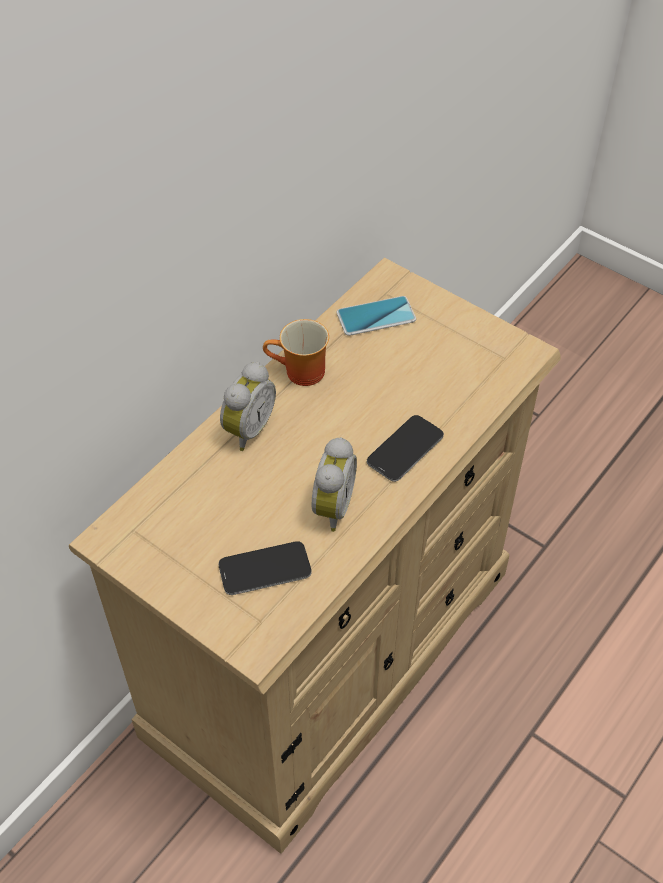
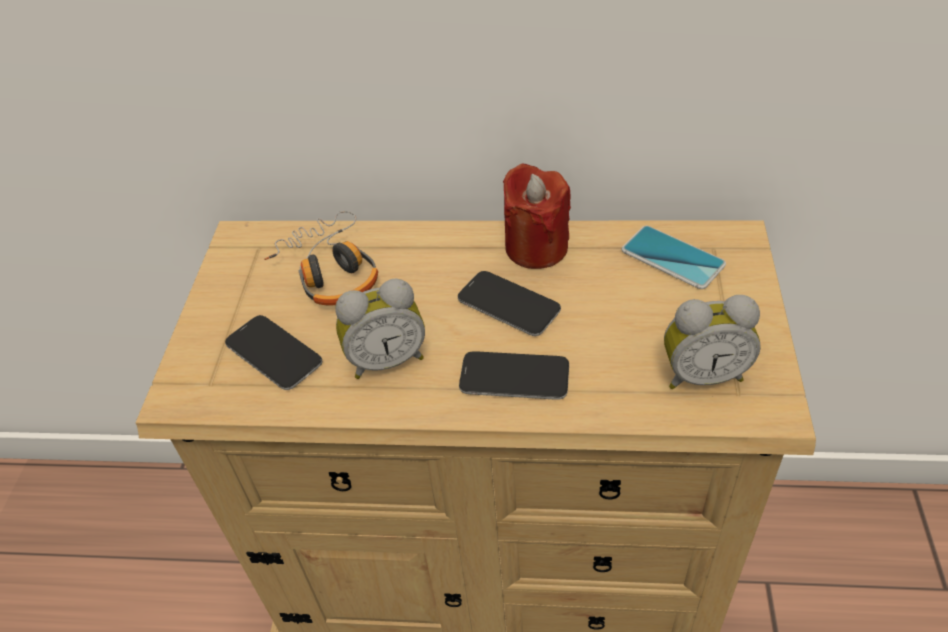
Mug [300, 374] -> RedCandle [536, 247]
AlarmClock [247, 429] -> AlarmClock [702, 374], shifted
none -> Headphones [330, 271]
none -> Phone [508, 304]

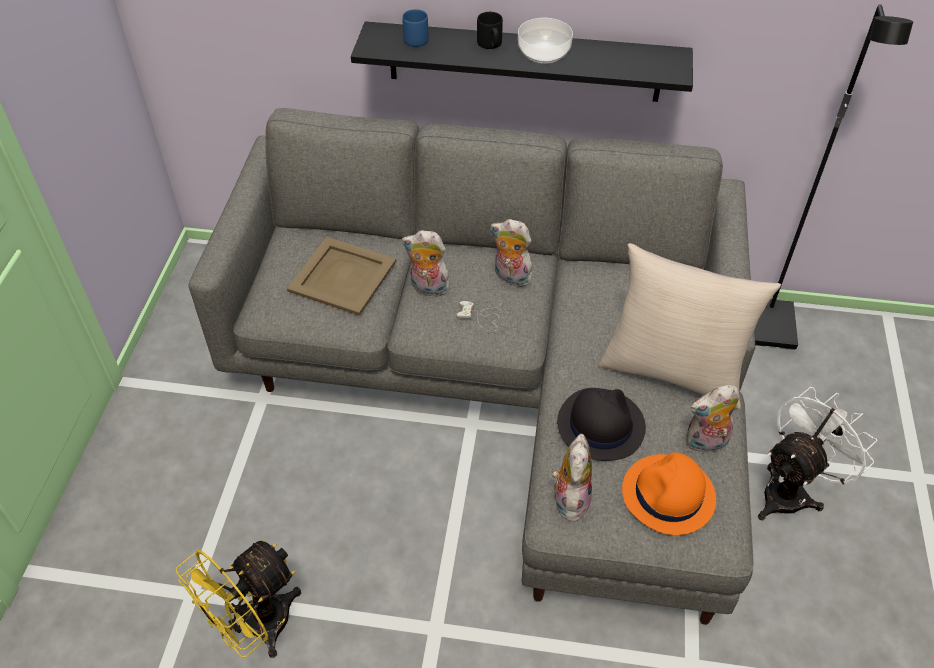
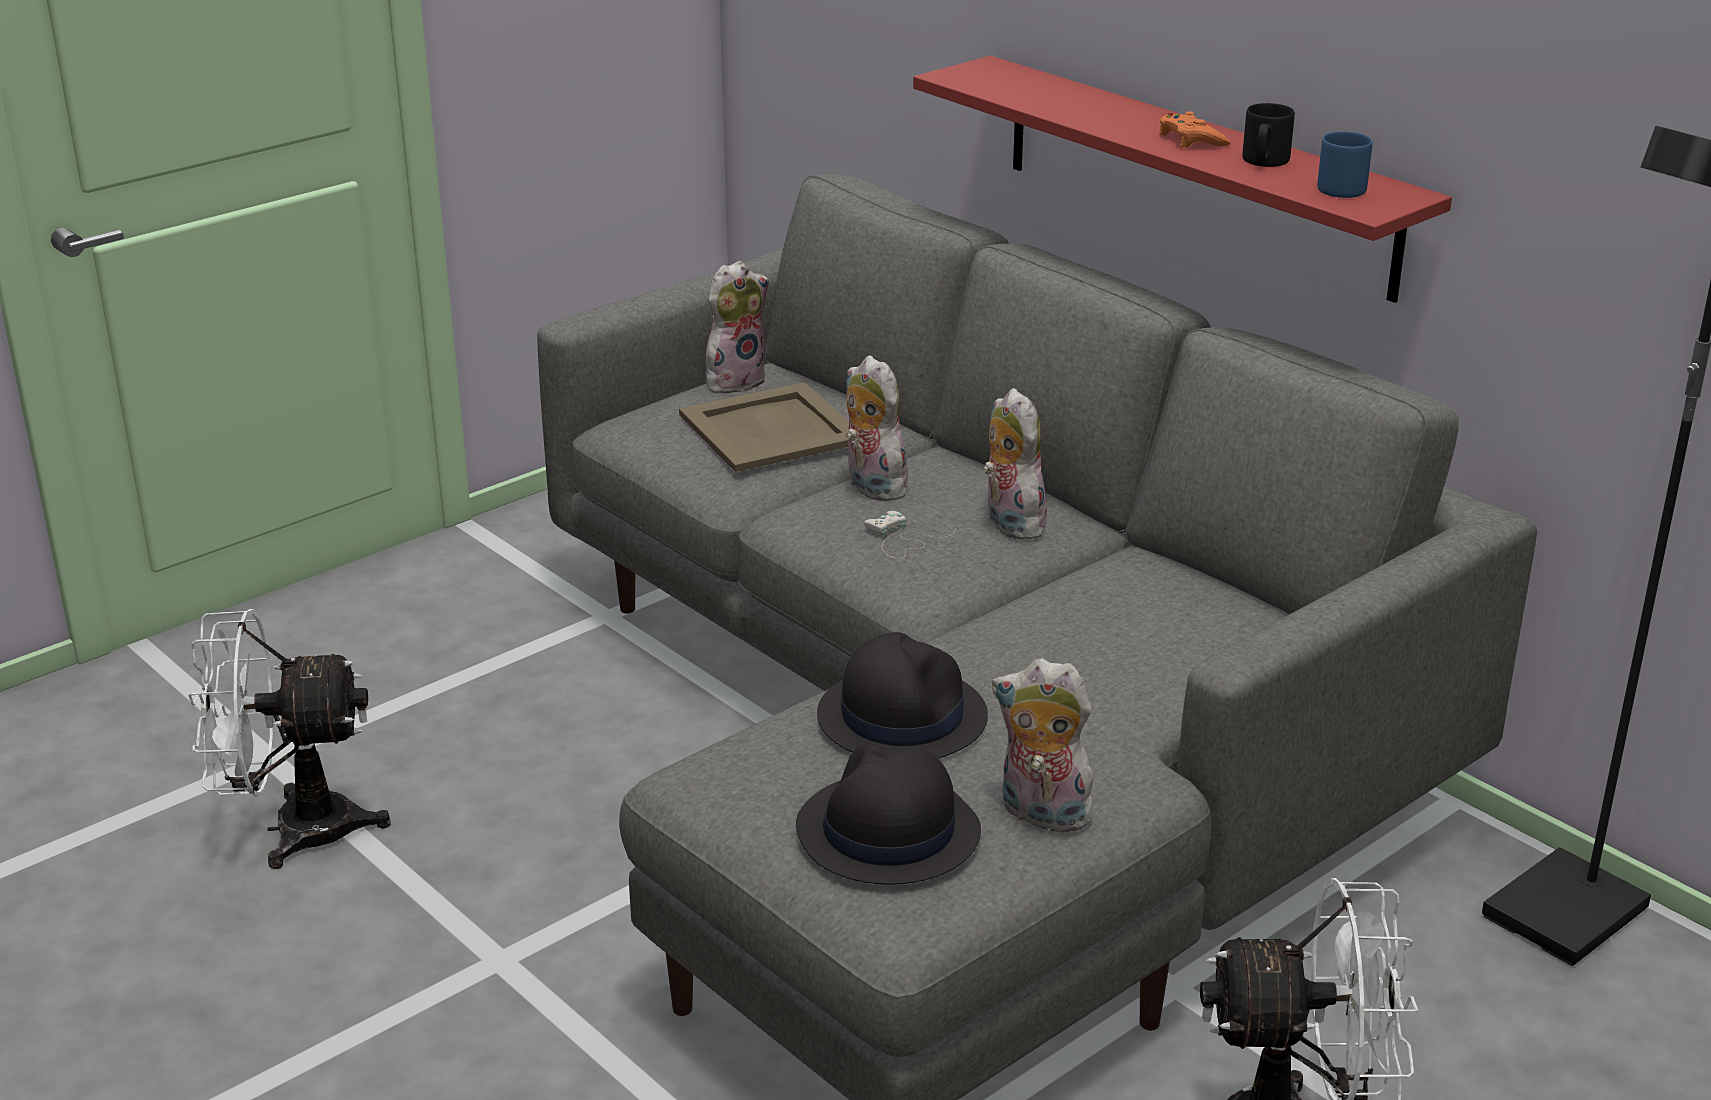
BlueMug [414, 38] -> BlueMug [1342, 188], shifted
BlackMug [490, 44] -> BlackMug [1264, 162], shifted
Bowl [543, 53] -> OrangeGameController [1191, 139]
BlackShelf [524, 62] -> RedShelf [1196, 175]
BeigePillow [673, 370] -> none
PlushToy [569, 498] -> PlushToy [735, 381], shifted
OrangeHat [668, 495] -> BlackHat [887, 832]
YellowFan [256, 628] -> WhiteFan [293, 829]

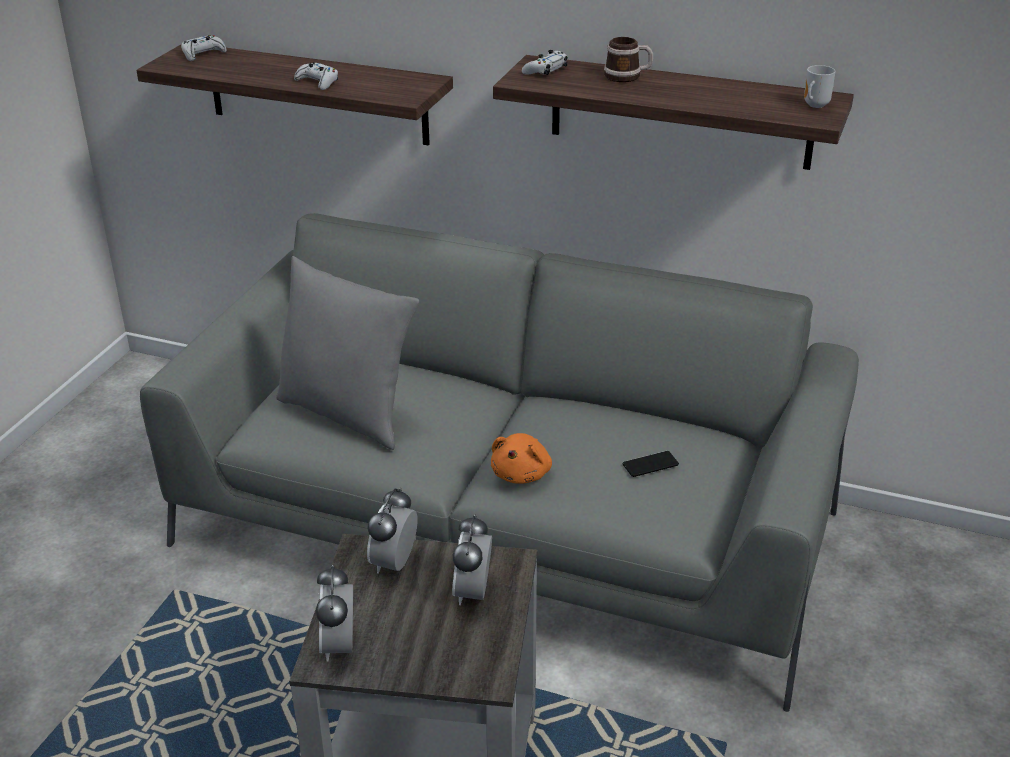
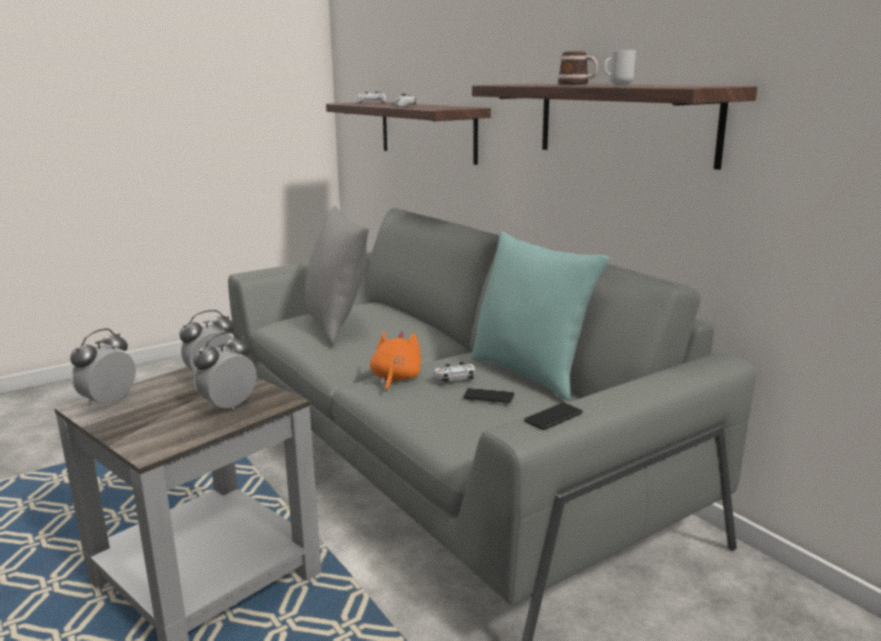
WhiteGameController [545, 70] -> WhiteGameController [454, 378], shifted
Mug [814, 105] -> Mug [618, 85], shifted
OrangePlushToy [522, 474] -> OrangePlushToy [395, 379], 135 degrees clockwise
none -> TurquoisePillow [530, 373]
none -> Phone [553, 417]

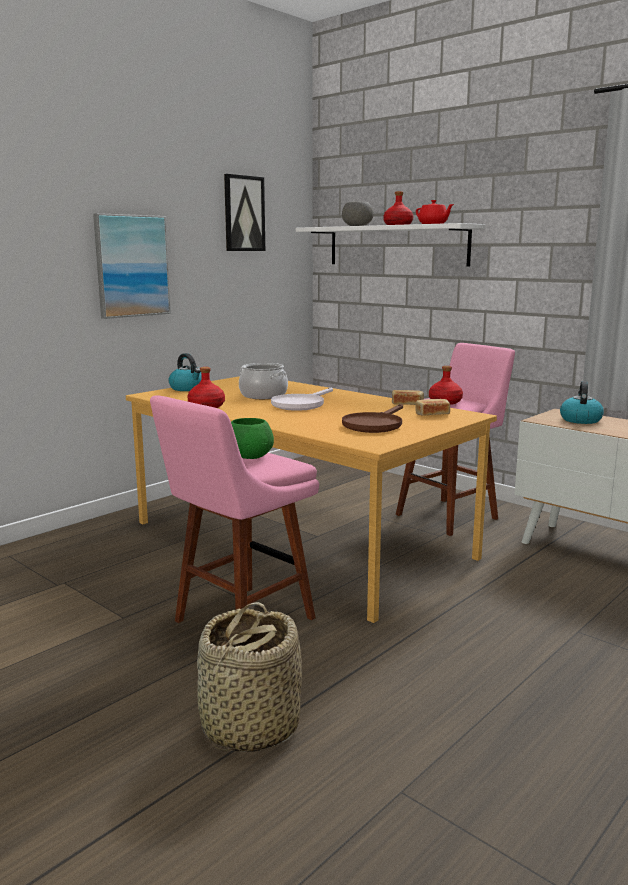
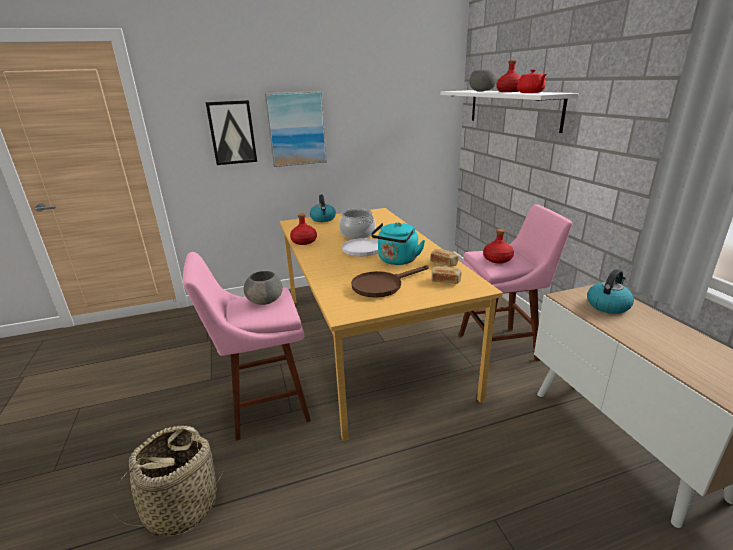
Picture [244, 213] -> Picture [232, 133], shifted
GreenBowl [249, 456] -> GreyBowl [265, 300]
none -> TurquoiseKettle [397, 261]

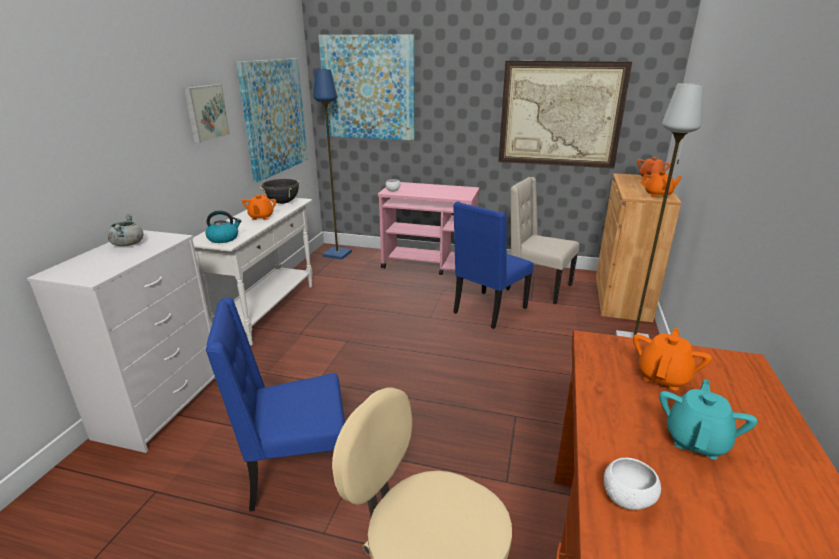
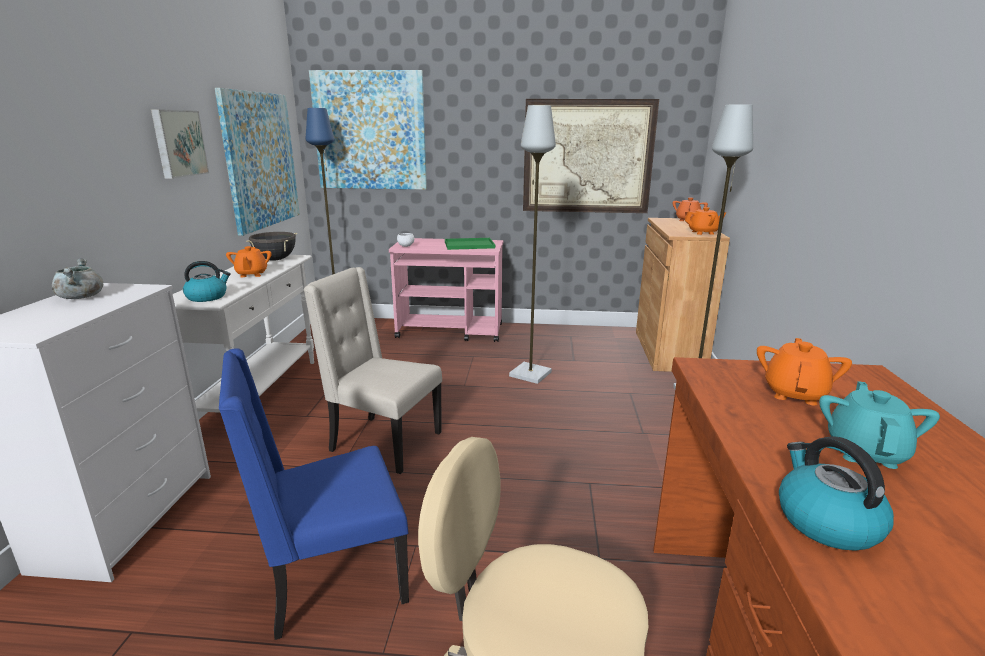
BeigeChair [537, 287] -> BeigeChair [383, 442], shifted
BlueChair [488, 311] -> GreyFloorLamp [529, 374]
WhiteBowl [627, 499] -> Kettle [825, 521]
none -> GreenTray [470, 245]

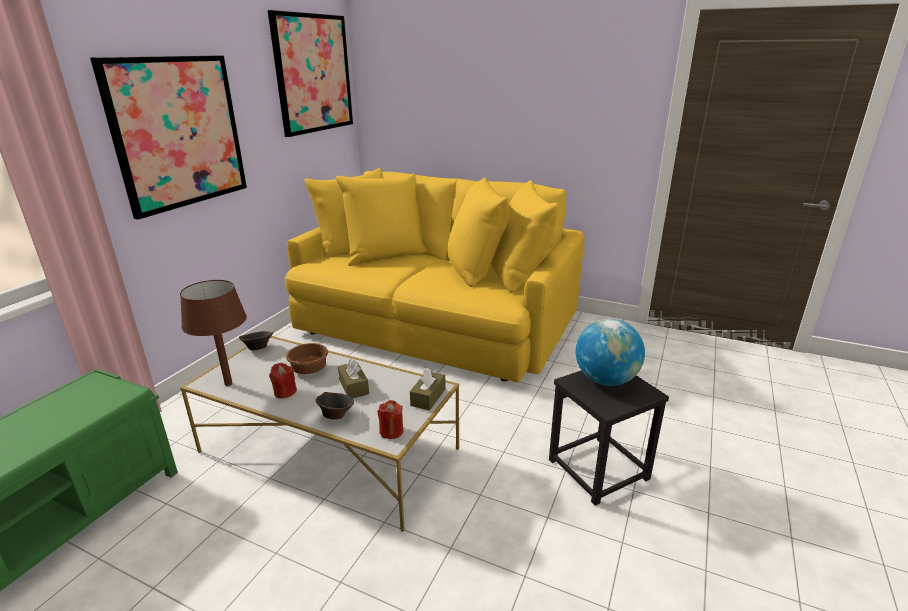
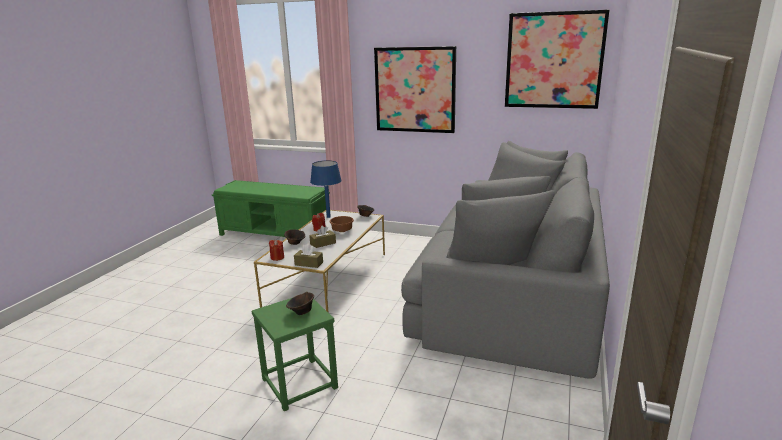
YellowSofa [436, 322] -> GreySofa [510, 296]
BrownTableLamp [228, 384] -> BlueTableLamp [328, 217]
Globe [605, 380] -> BrownBowl [301, 312]
BlackStool [598, 470] -> GreenStool [299, 383]

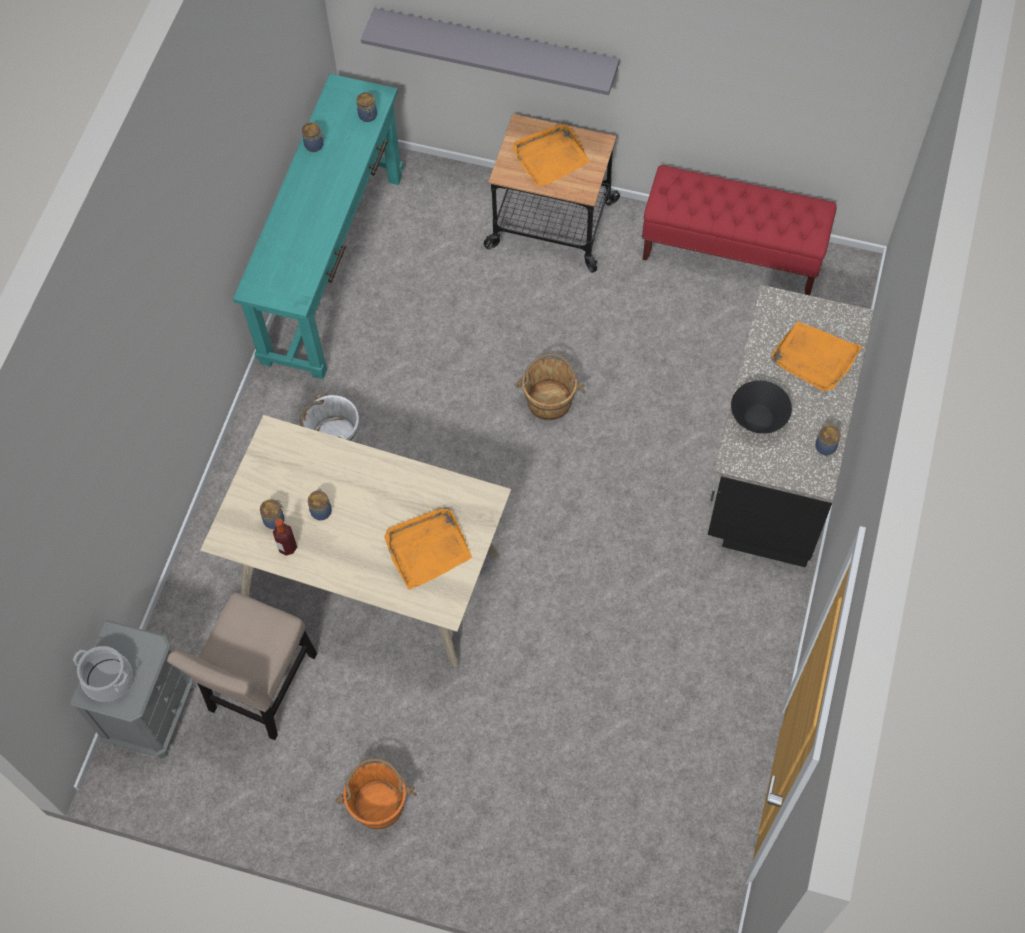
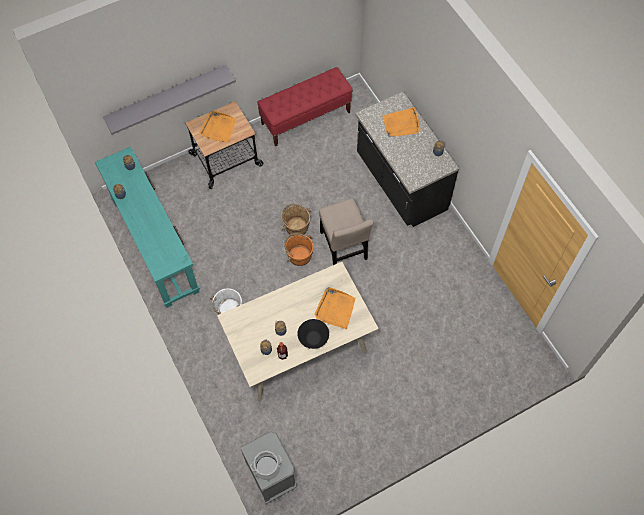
BlackBowl [758, 419] -> BlackBowl [313, 338], shifted
BeigeChair [261, 689] -> BeigeChair [344, 248], shifted
OrangeBucket [378, 803] -> OrangeBucket [299, 255], shifted

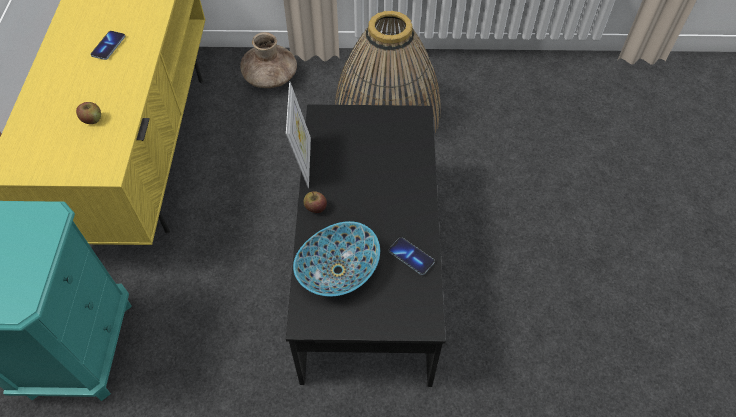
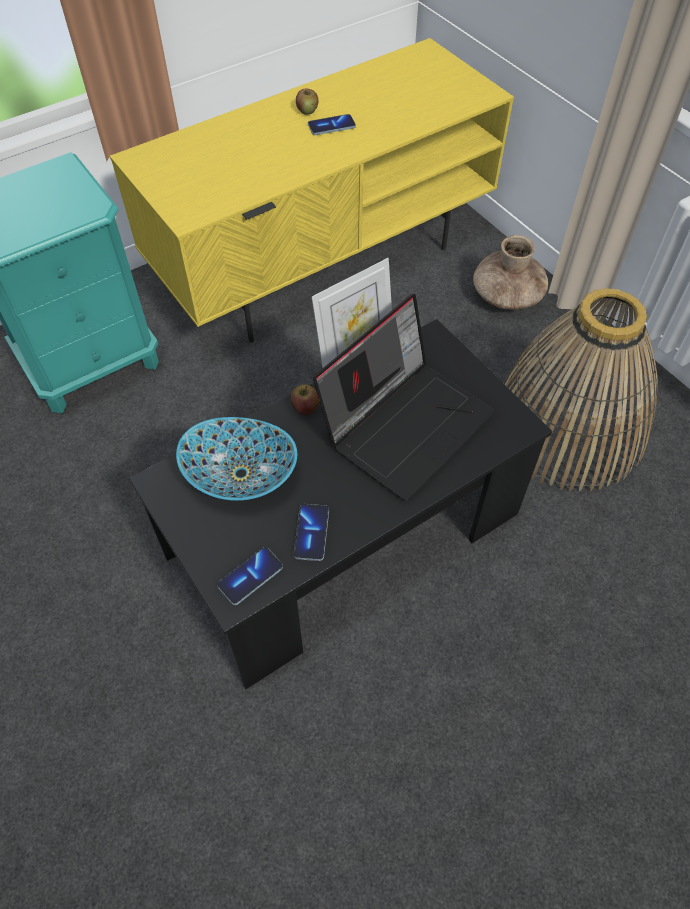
Apple [92, 119] -> Apple [307, 111], shifted
none -> Laptop [406, 422]
none -> Phone [250, 576]

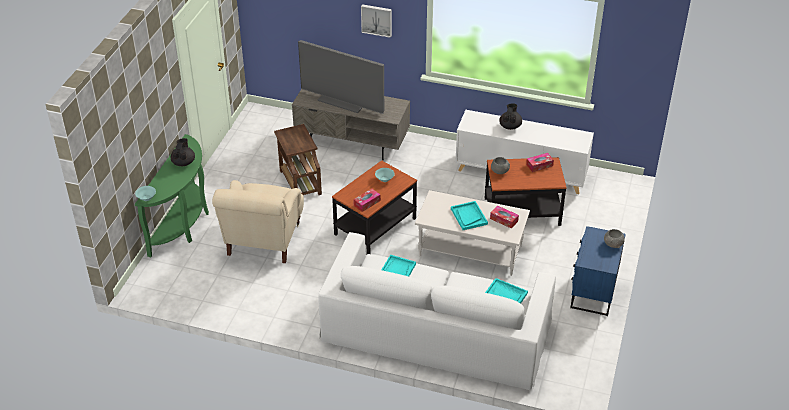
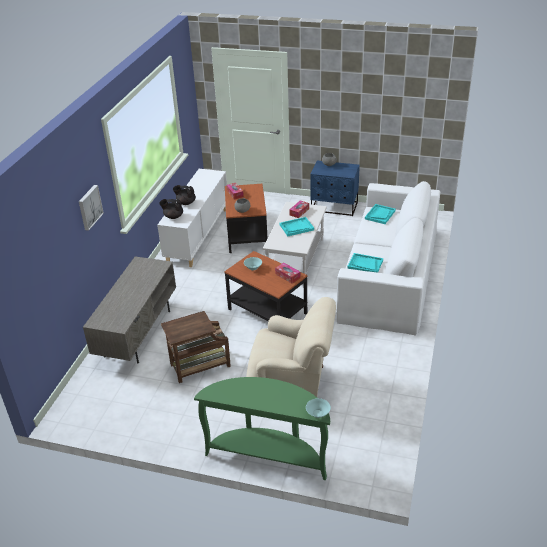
Television [343, 101] -> none
BlackTeapot [183, 162] -> BlackTeapot [173, 216], shifted

